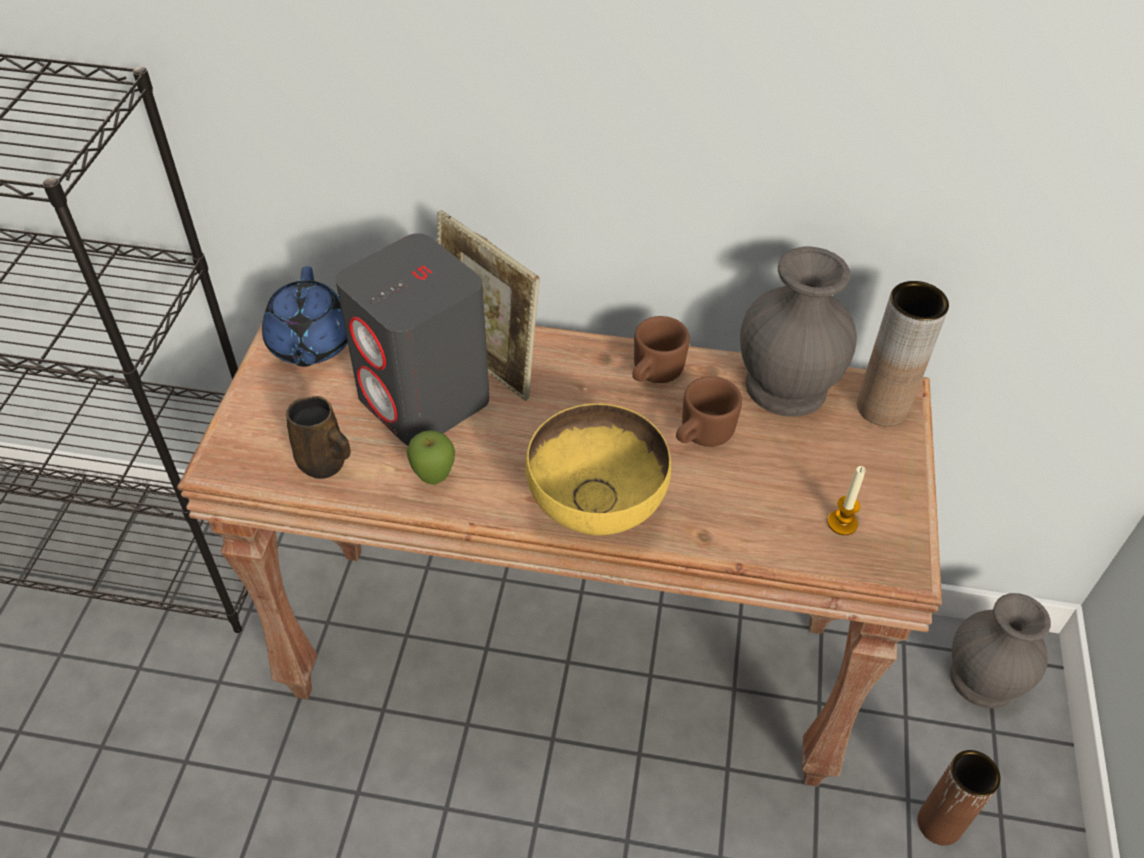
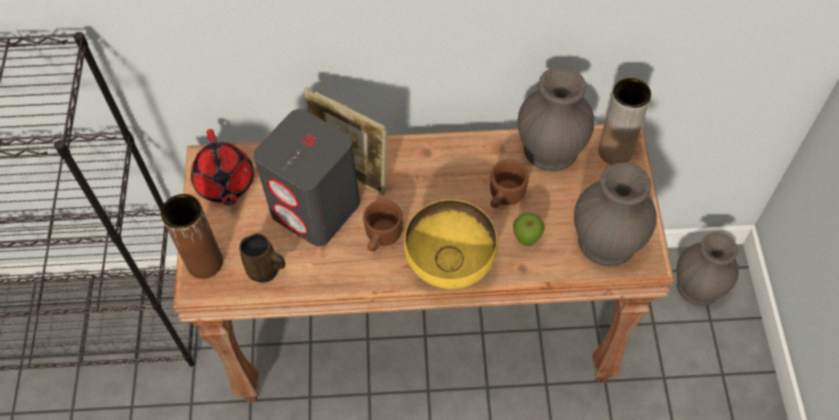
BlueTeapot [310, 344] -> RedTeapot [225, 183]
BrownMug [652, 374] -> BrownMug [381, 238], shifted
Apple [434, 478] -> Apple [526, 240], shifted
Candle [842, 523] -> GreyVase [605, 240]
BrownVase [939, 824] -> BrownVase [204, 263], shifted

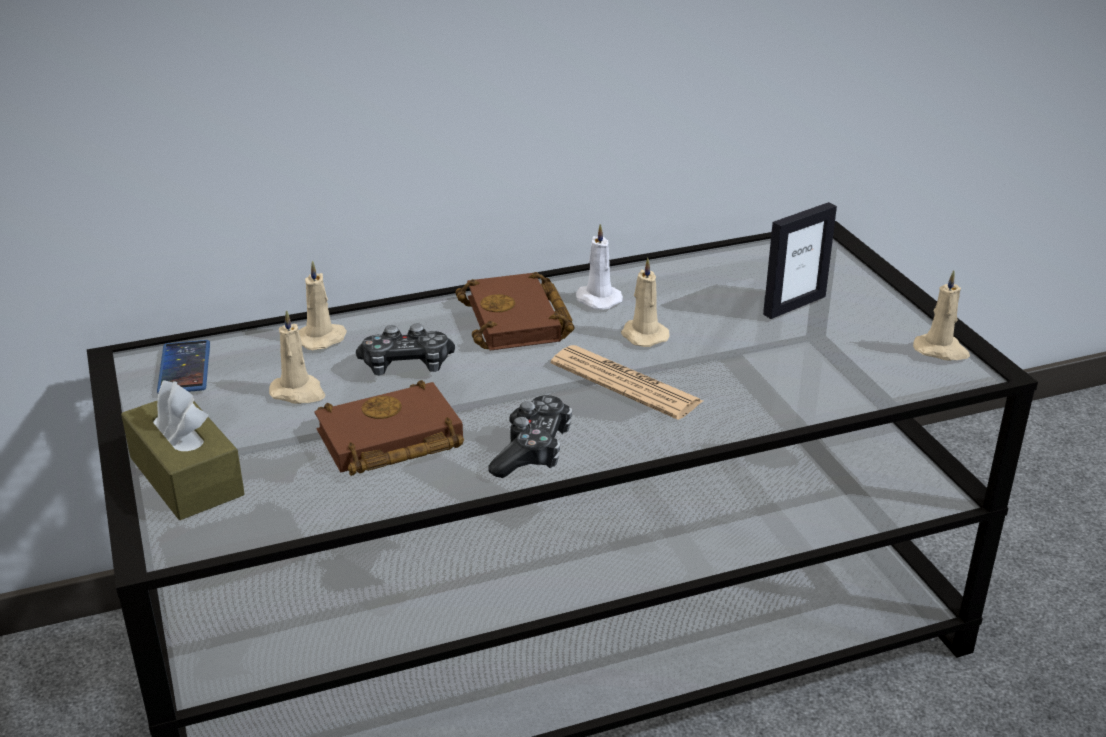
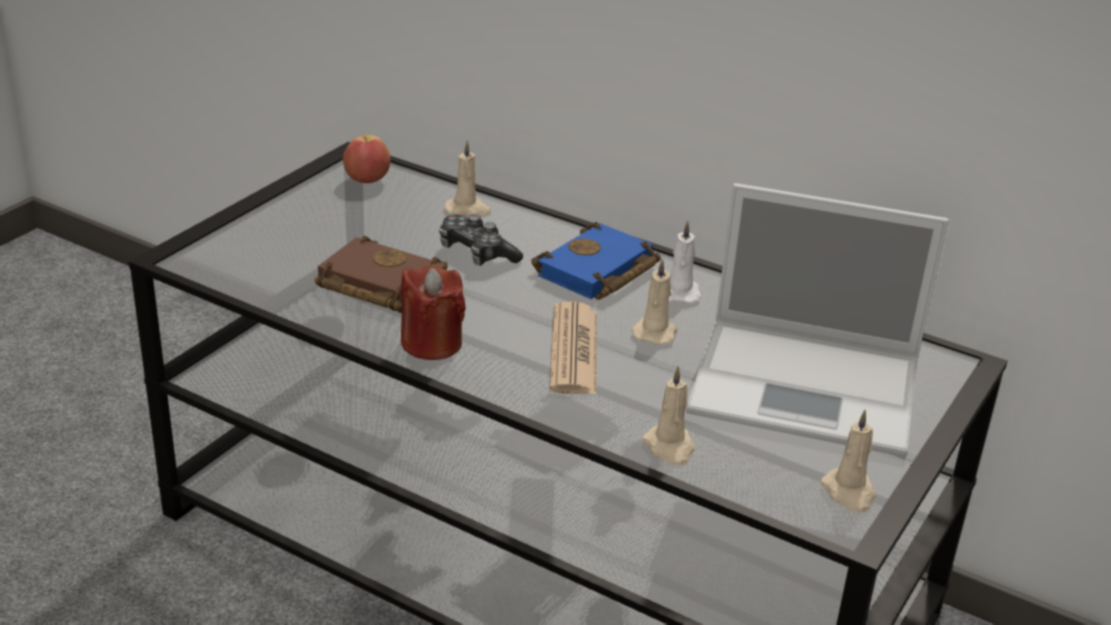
PictureFrame [794, 305] -> Laptop [810, 387]
BrownBook [519, 322] -> BlueBook [597, 273]
BeigeCandle [299, 392] -> BeigeCandle [670, 448], shifted
Phone [184, 368] -> Apple [367, 180]
BrownTissueBox [186, 476] -> none
GameController [532, 450] -> RedCandle [431, 343]

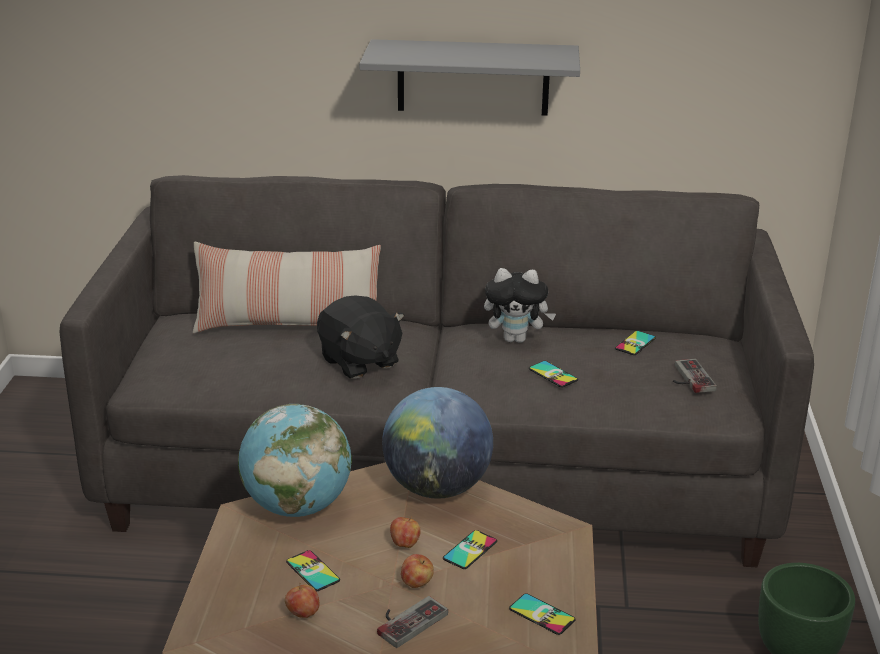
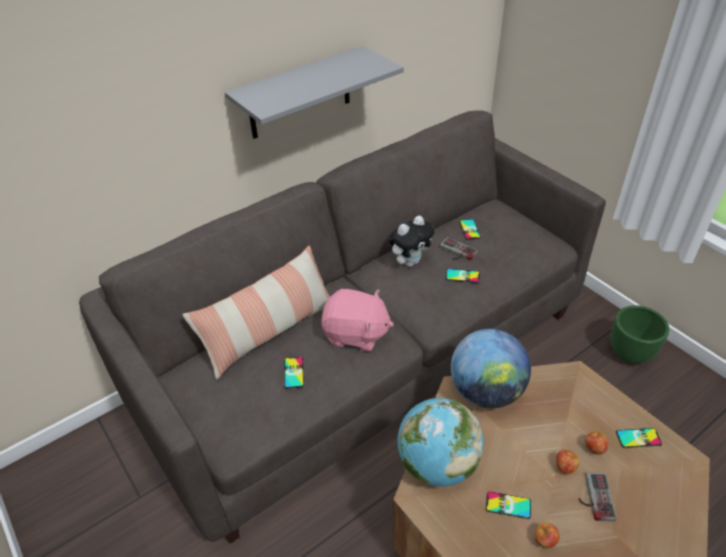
BlackPlushToy [359, 362] -> PinkPlushToy [356, 334]
GameController [688, 378] -> GameController [456, 252], shifted
Apple [405, 544] -> Apple [594, 448], shifted
Phone [470, 550] -> Phone [293, 372], shifted

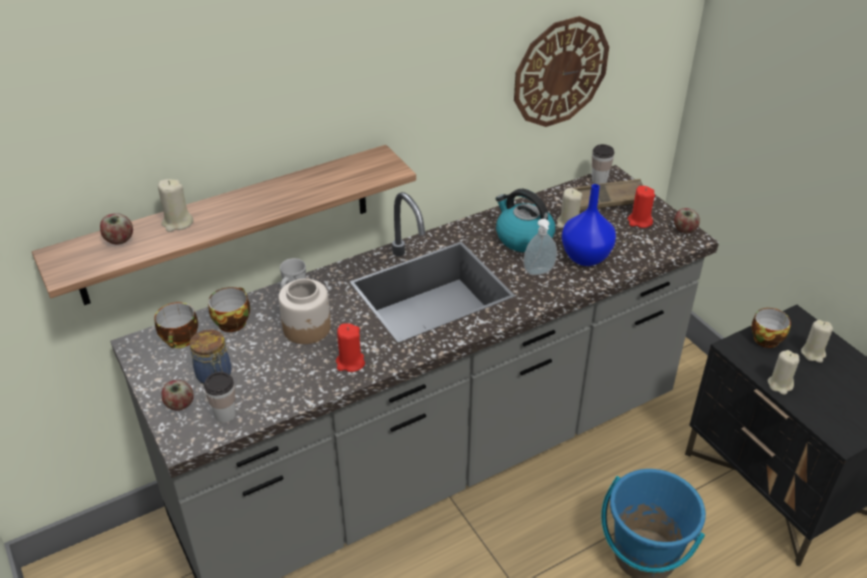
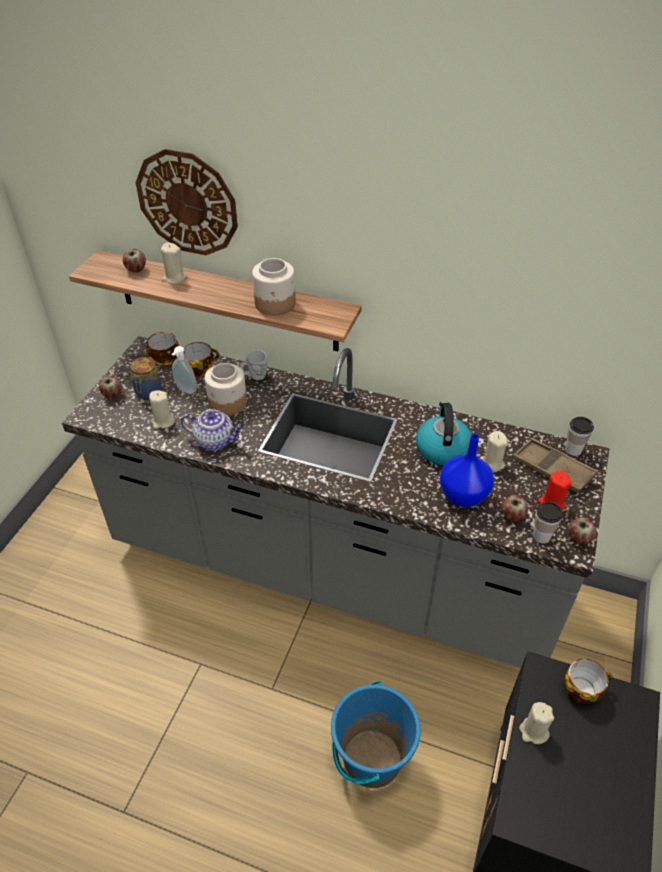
WallClock [560, 72] -> WallClock [187, 203], shifted
SoapDispenser [539, 273] -> SoapDispenser [185, 390], shifted
BeigeCandle [813, 353] -> BeigeCandle [163, 421], shifted
RedCandle [350, 363] -> Teapot [216, 441]
Cup [225, 415] -> Cup [541, 536], shifted
none -> Jar [275, 304]
none -> Apple [512, 516]

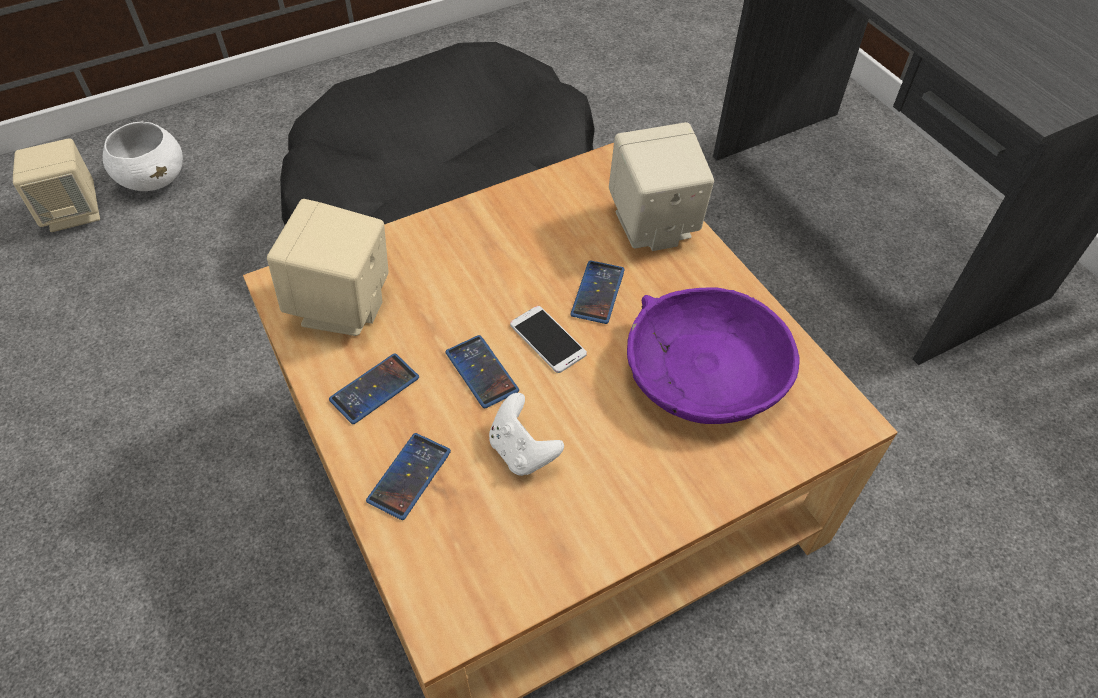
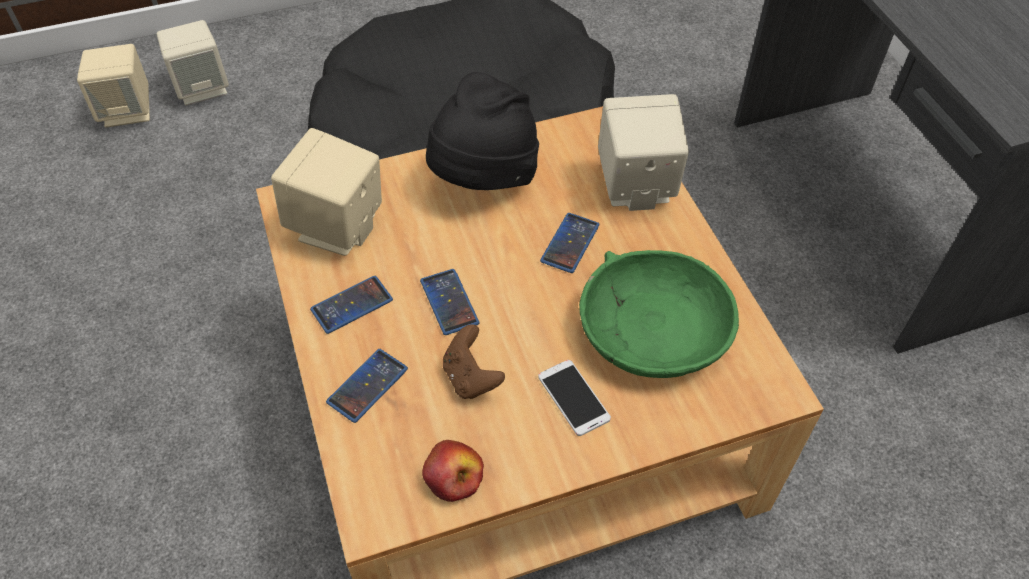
WhiteBowl [154, 179] -> BeigeSpeaker [202, 88]
PurpleBowl [704, 372] -> GreenBowl [652, 329]
Phone [548, 339] -> Phone [573, 397], shifted
WhiteGameController [522, 451] -> BrownGameController [471, 377]
none -> BlackHat [483, 179]
none -> Apple [453, 476]

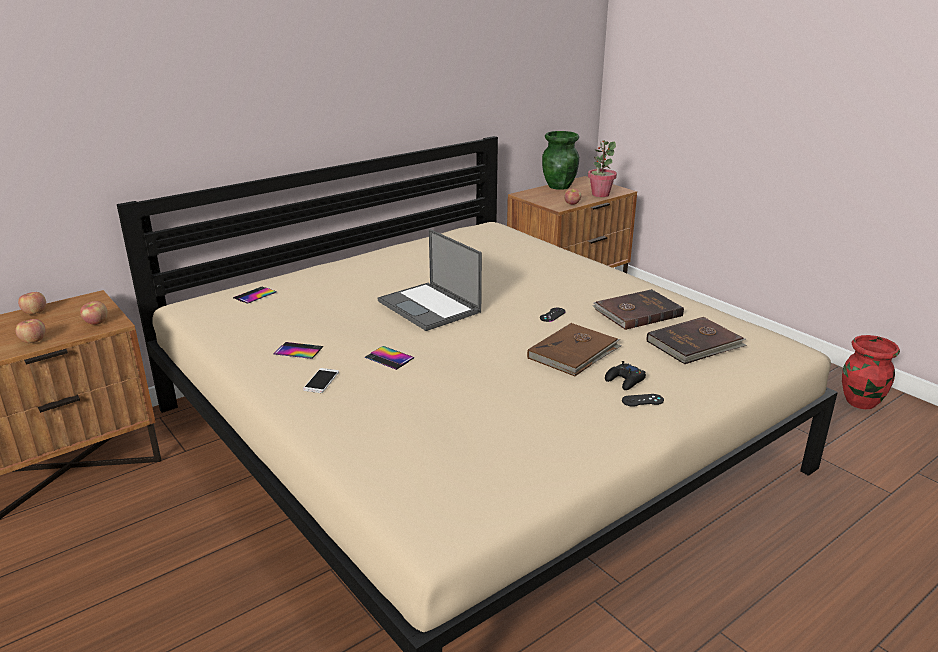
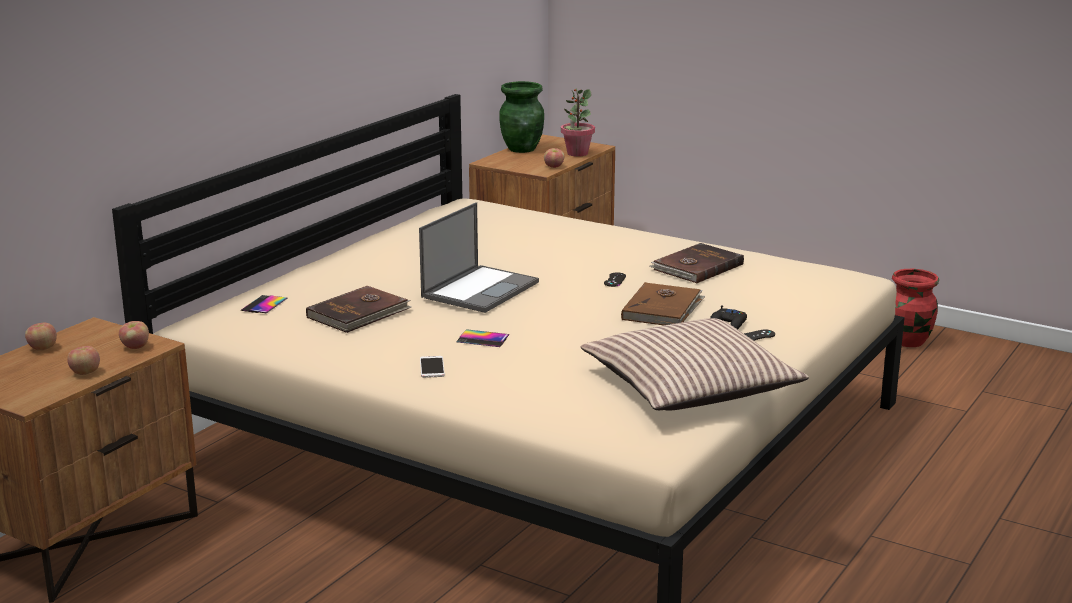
Laptop [430, 307] -> Laptop [480, 289], 90 degrees counterclockwise
BrownBook [695, 344] -> BrownBook [359, 313], shifted
Phone [298, 350] -> none
none -> Pillow [689, 386]

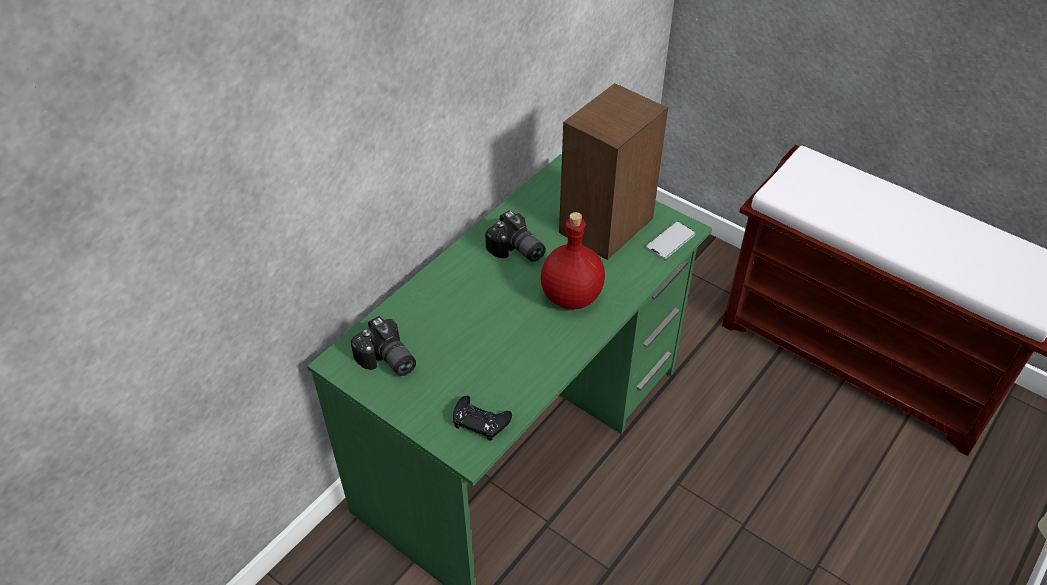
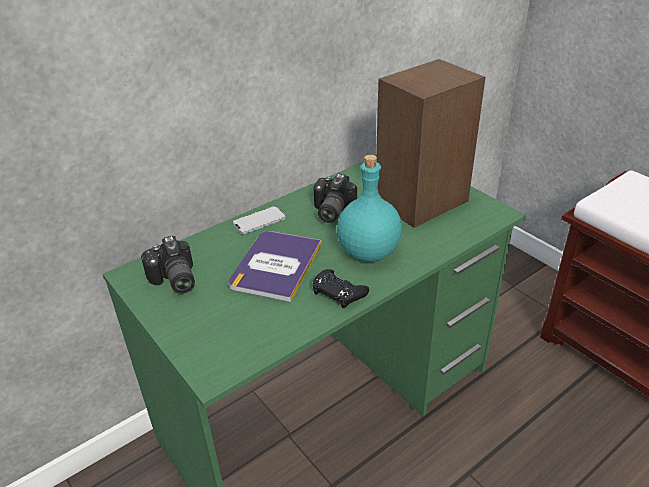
PhotoCamera [516, 251] -> PhotoCamera [330, 211], 45 degrees clockwise
RedBottle [570, 296] -> TurquoiseBottle [368, 251]
Phone [670, 241] -> Phone [259, 221], shifted
BlackGameController [480, 421] -> BlackGameController [339, 292], shifted
none -> Book [276, 265]

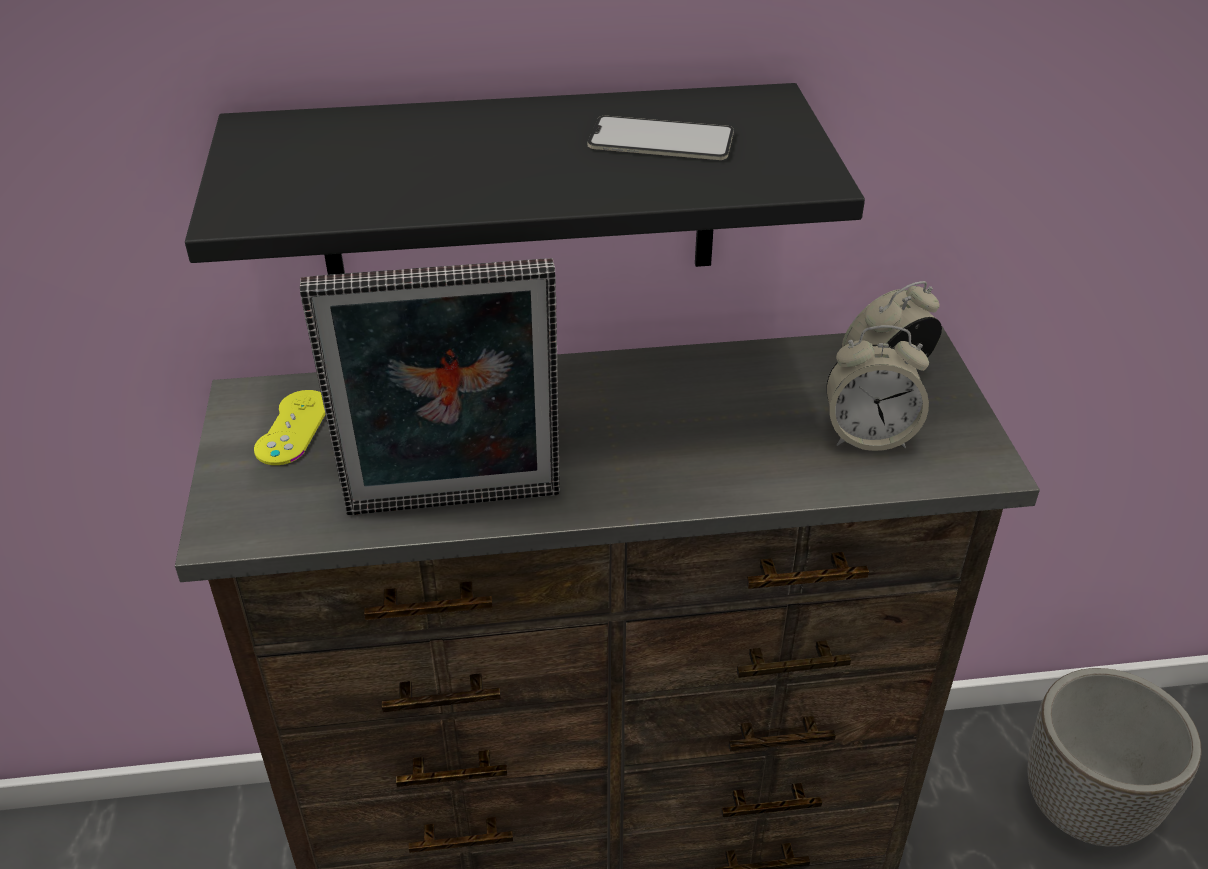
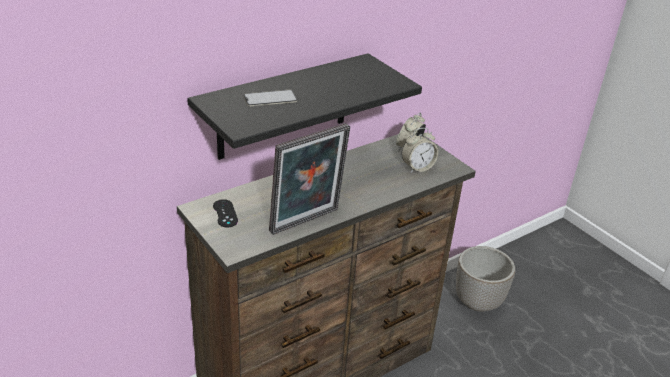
Phone [661, 140] -> Phone [270, 98], shifted
YellowGameController [292, 427] -> BlackGameController [225, 213]

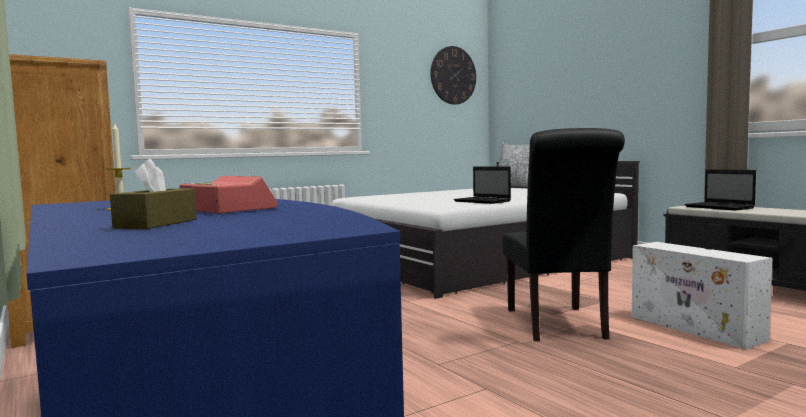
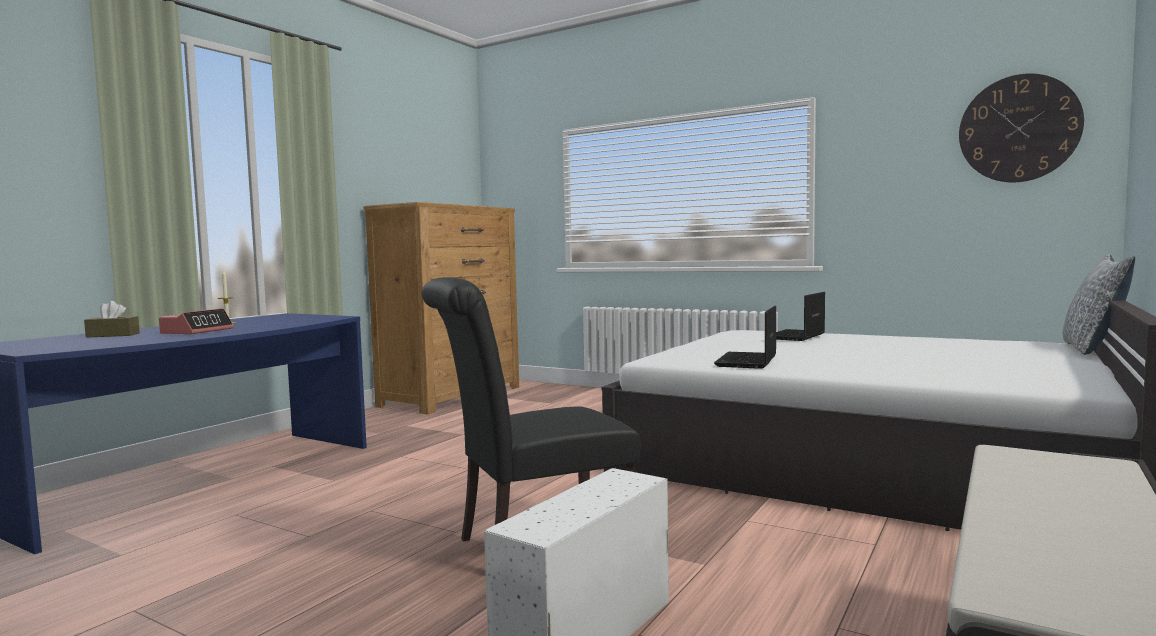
Laptop [720, 207] -> Laptop [795, 336], shifted

